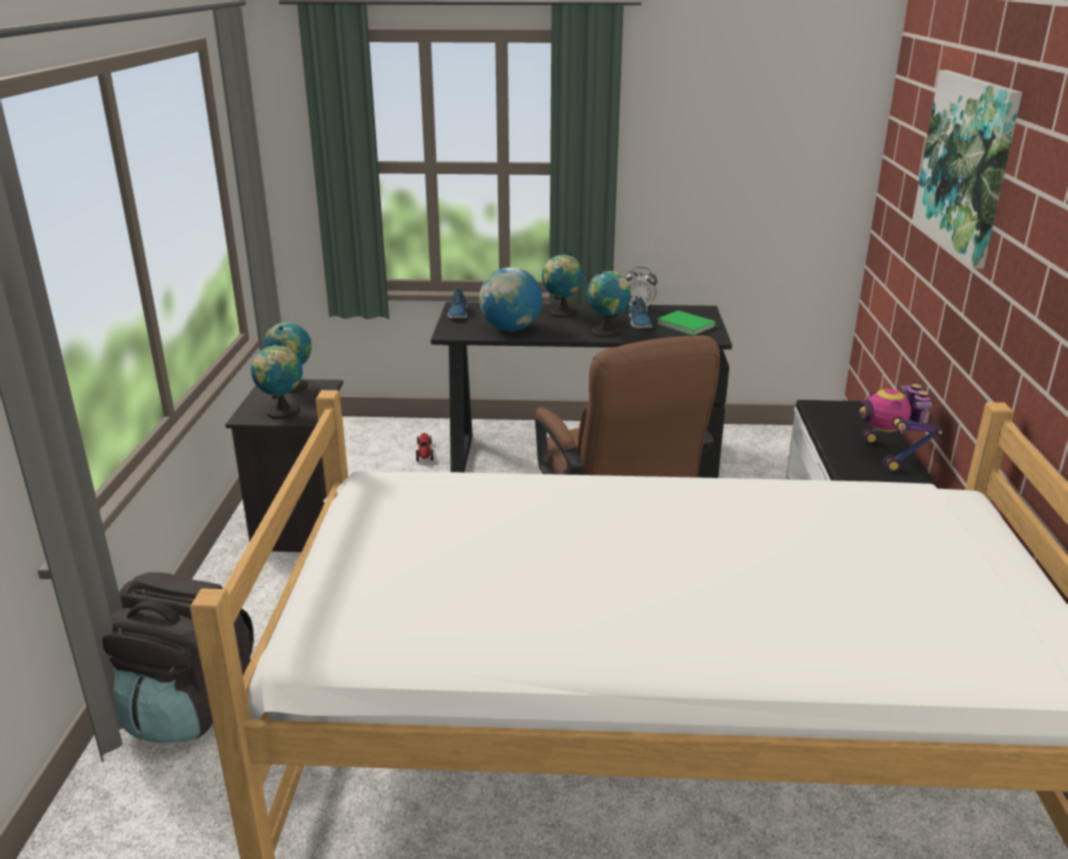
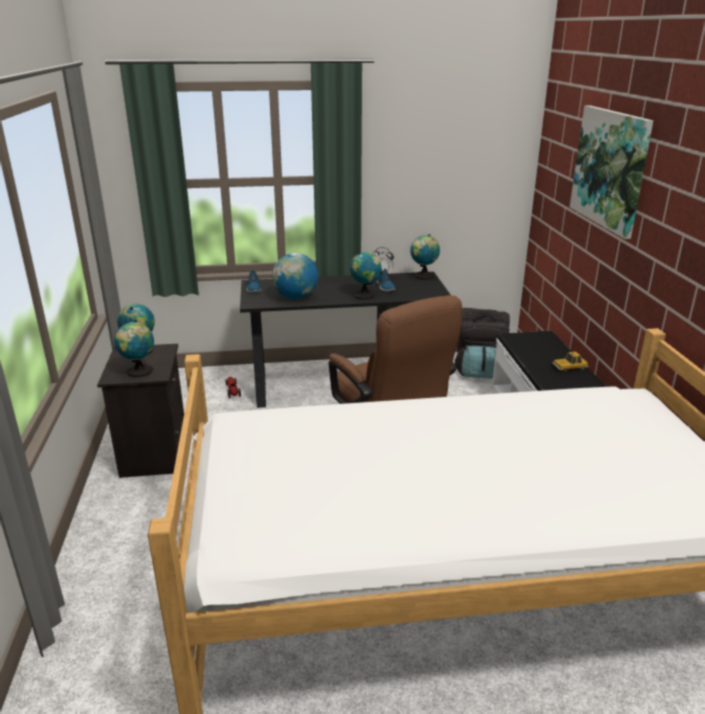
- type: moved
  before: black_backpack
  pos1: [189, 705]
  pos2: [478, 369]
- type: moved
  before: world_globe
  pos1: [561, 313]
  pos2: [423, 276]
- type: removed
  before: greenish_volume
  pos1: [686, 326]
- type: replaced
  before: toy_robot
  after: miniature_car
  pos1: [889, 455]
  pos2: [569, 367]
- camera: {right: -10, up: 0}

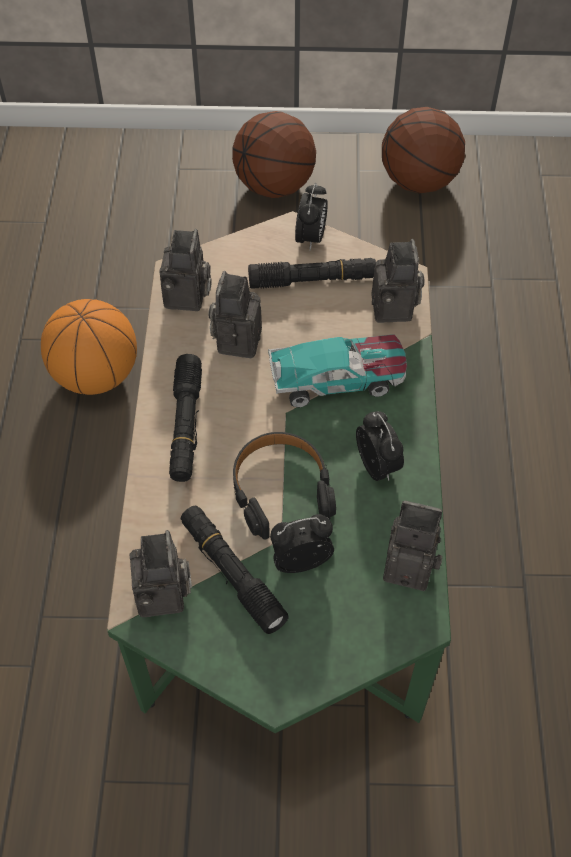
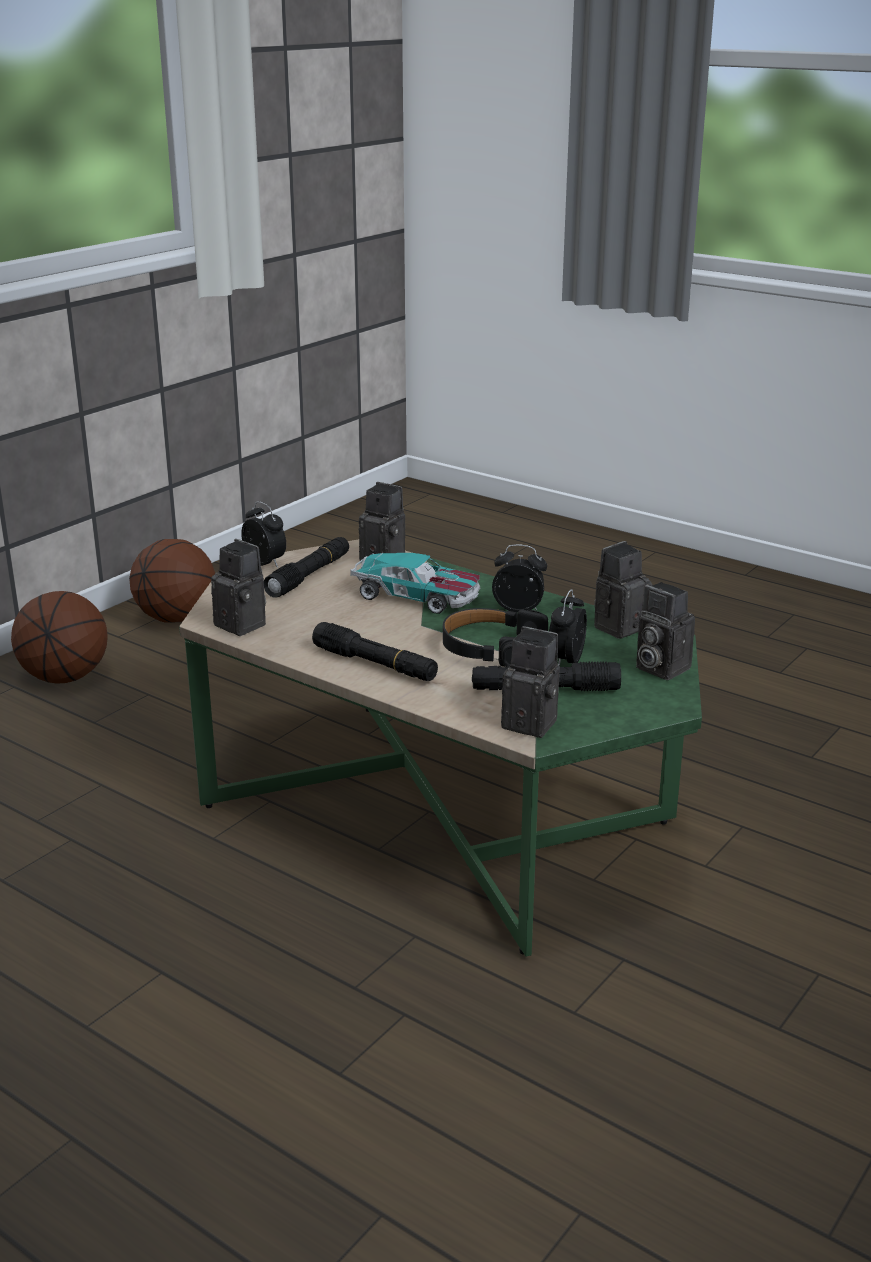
- type: removed
  before: basketball
  pos1: [96, 375]
- type: moved
  before: photo_camera
  pos1: [236, 339]
  pos2: [658, 668]
- type: turned
  before: miniature_car
  pos1: [338, 377]
  pos2: [417, 597]
  turn: 90
- camera: {right: -55, up: -30}

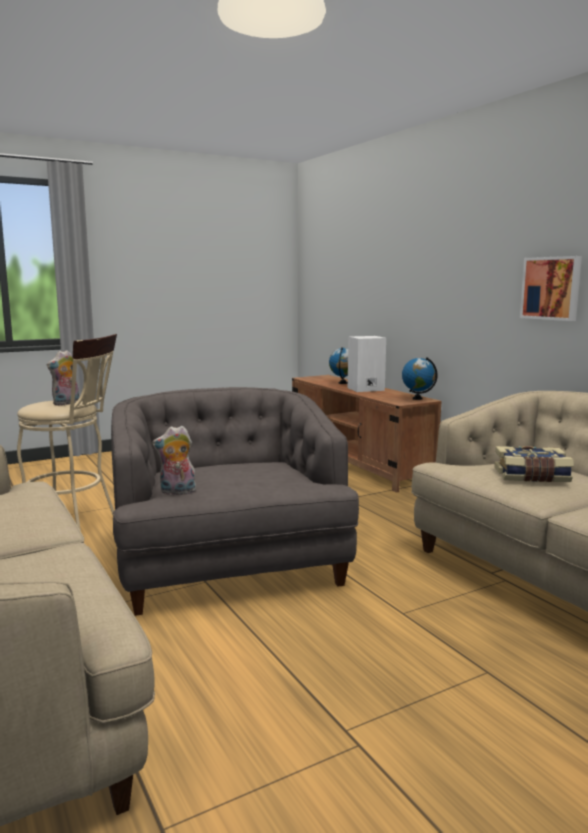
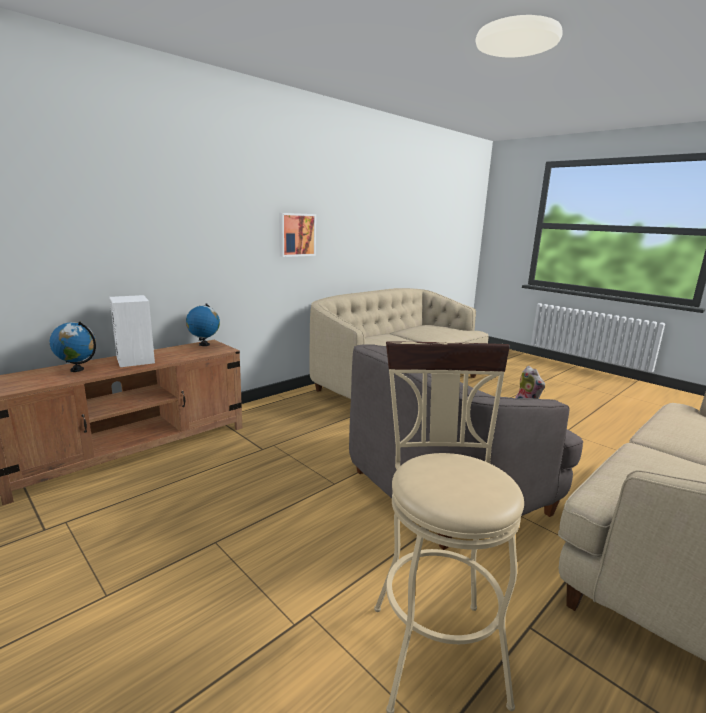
- type: removed
  before: plush_toy
  pos1: [66, 403]
- type: removed
  before: volume
  pos1: [532, 476]
- camera: {right: -105, up: 5}

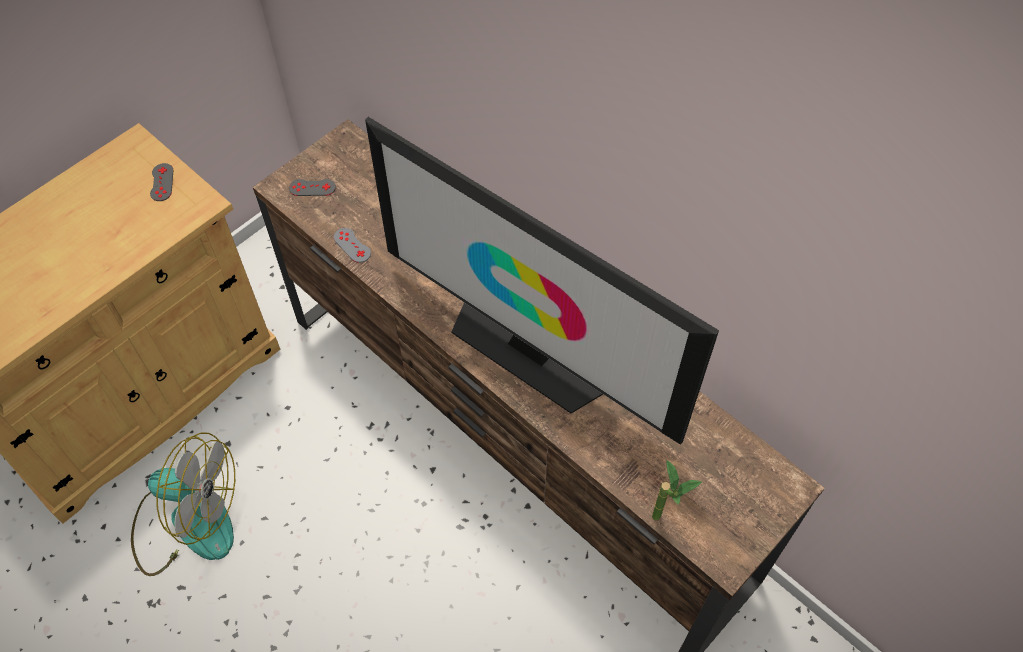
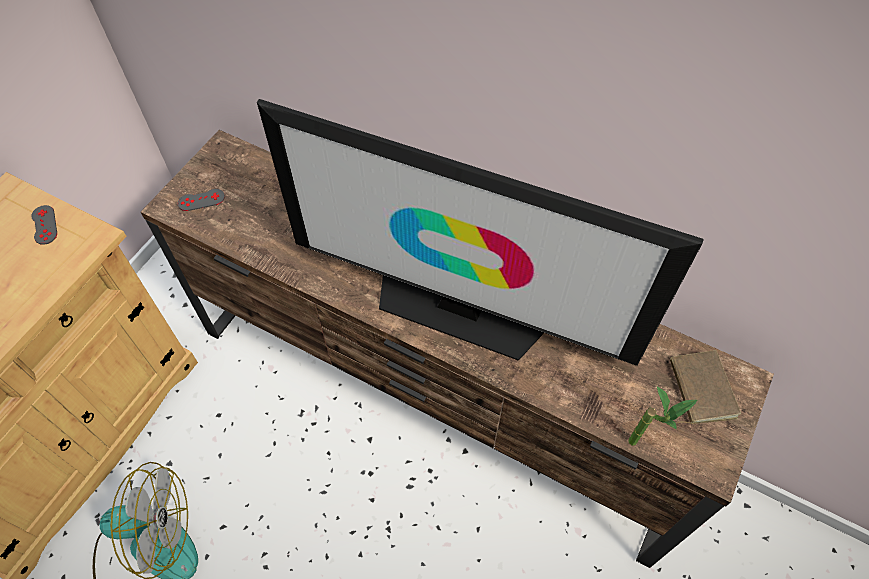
- type: removed
  before: grey_game_controller
  pos1: [352, 245]
- type: added
  after: brownish_volume
  pos2: [699, 389]
- camera: {right: -15, up: 0}

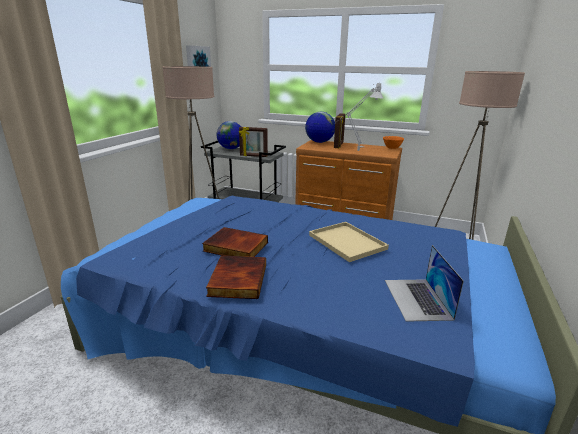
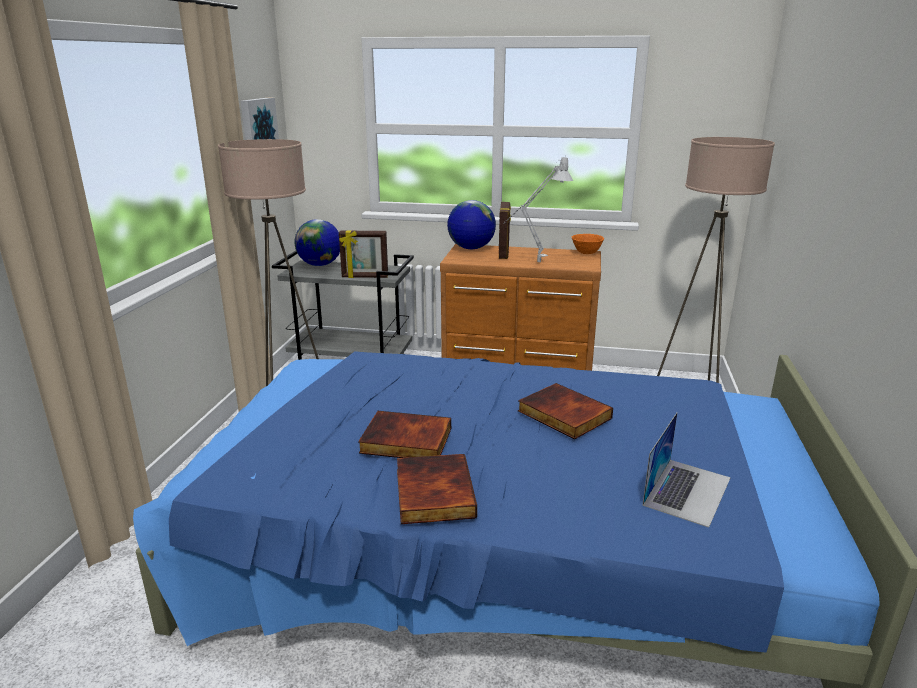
- type: replaced
  before: beige-coloured_tray
  after: volume
  pos1: [345, 241]
  pos2: [562, 415]
- type: turned
  before: portable_computer
  pos1: [417, 299]
  pos2: [687, 491]
  turn: -135
- camera: {right: -10, up: 0}

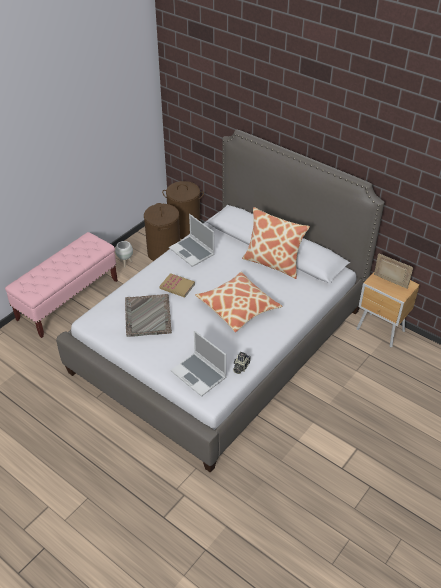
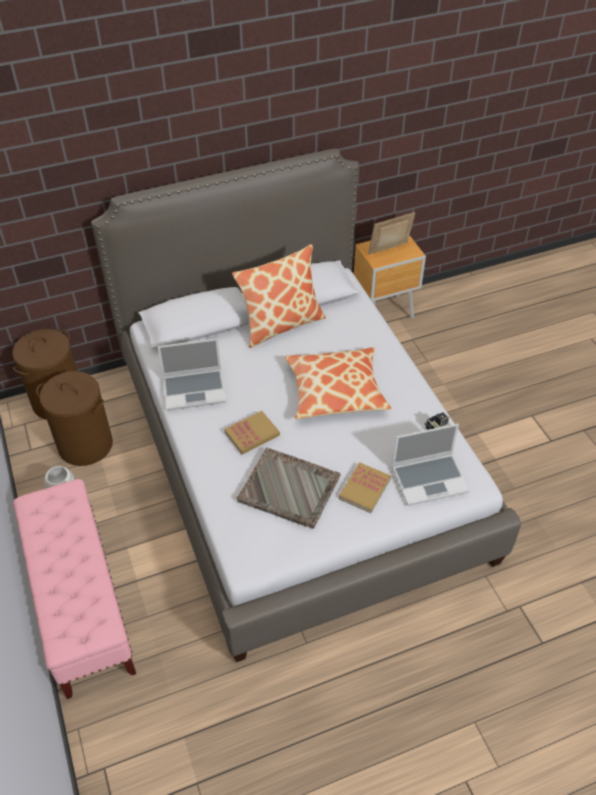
- type: added
  after: volume
  pos2: [364, 489]
- camera: {right: -60, up: 5}

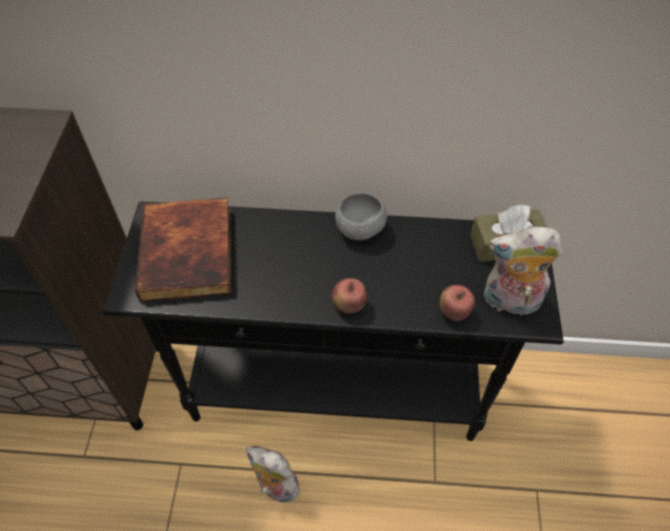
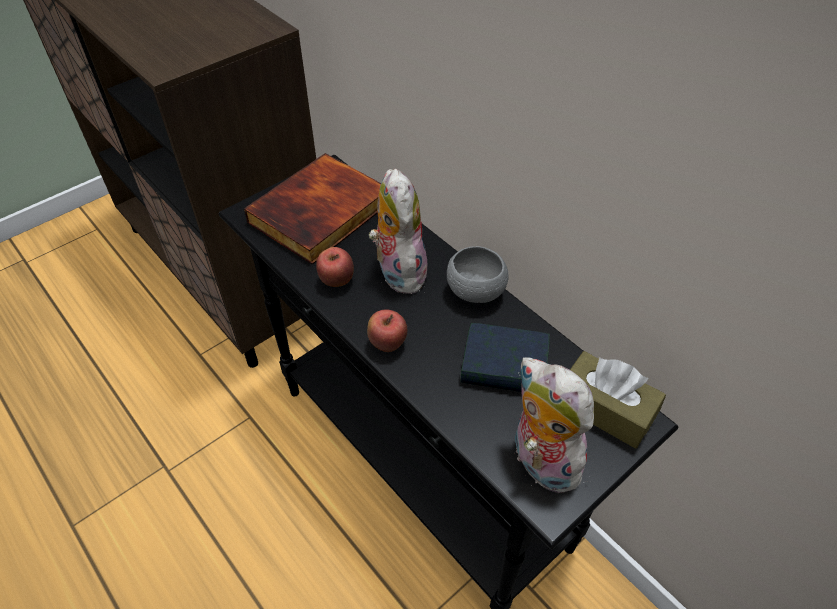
- type: moved
  before: plush_toy
  pos1: [275, 486]
  pos2: [398, 270]
- type: moved
  before: apple_fruit
  pos1: [453, 312]
  pos2: [337, 281]
- type: added
  after: volume
  pos2: [504, 365]
- camera: {right: 45, up: -5}

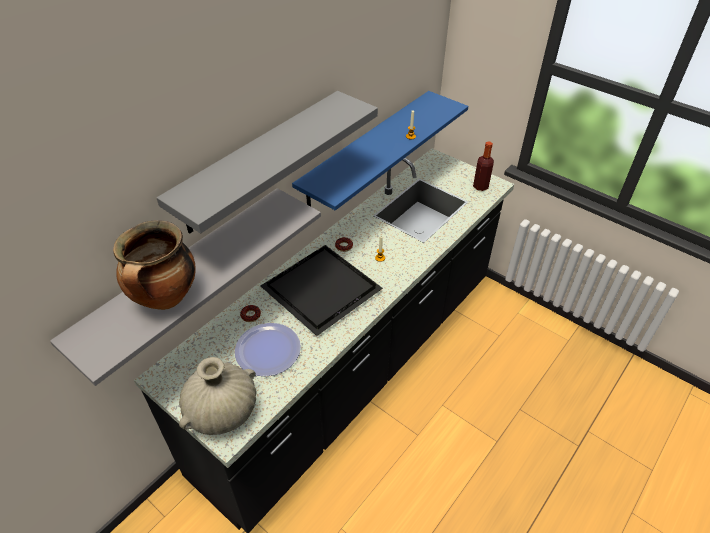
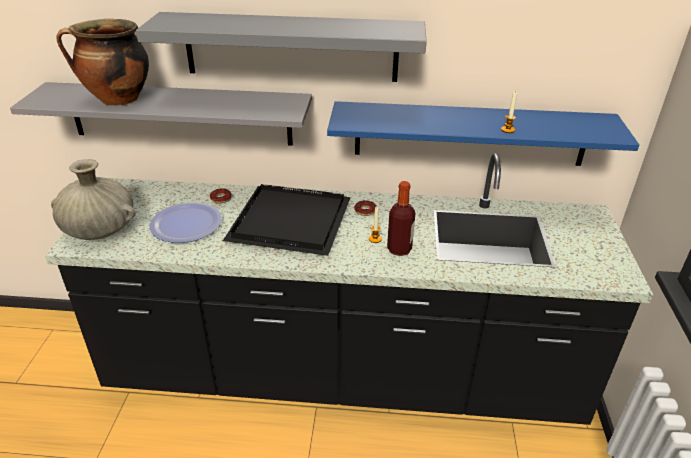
- type: moved
  before: drink_bottle
  pos1: [480, 186]
  pos2: [399, 249]
- camera: {right: 55, up: -10}

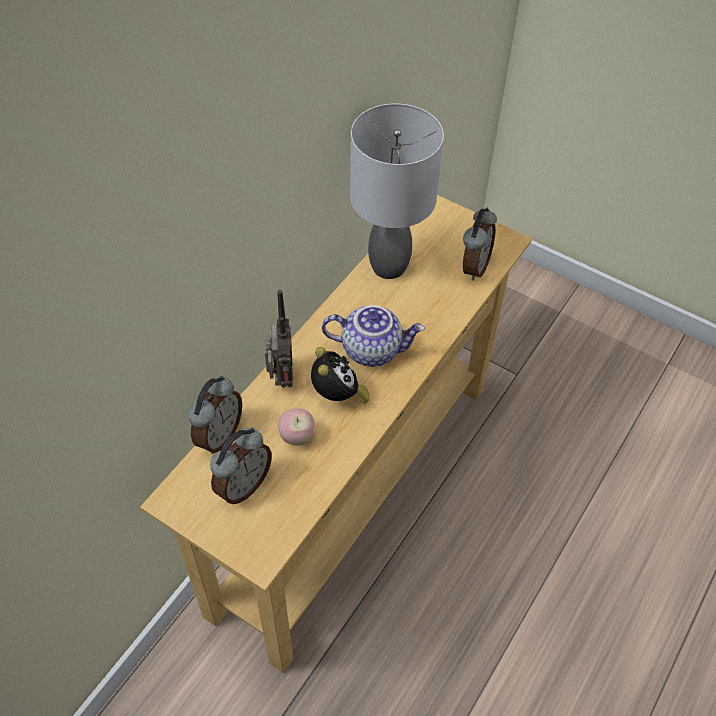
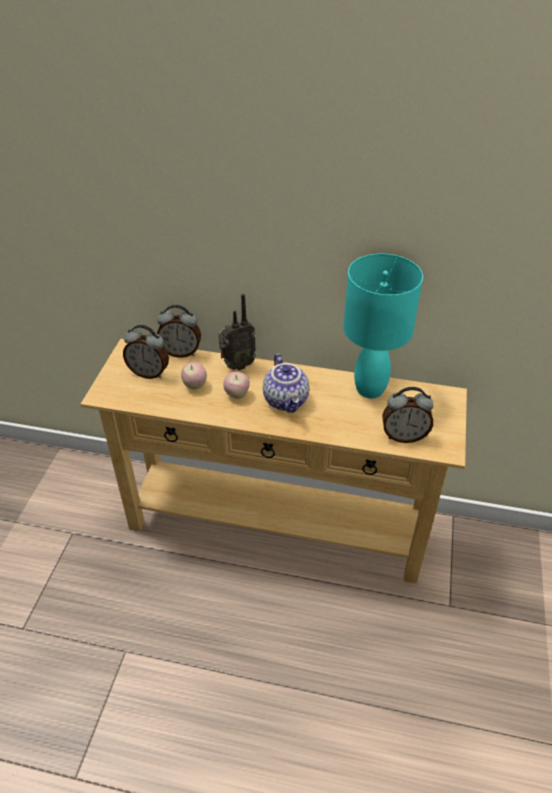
- type: replaced
  before: alarm_clock
  after: apple_fruit
  pos1: [338, 396]
  pos2: [237, 395]
- type: recoloured
  before: grey_table_lamp
  after: turquoise-coloured_table_lamp
  pos1: [390, 266]
  pos2: [370, 389]
- camera: {right: 70, up: -10}

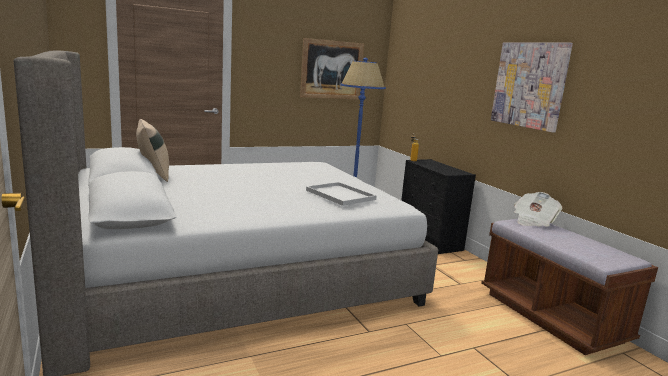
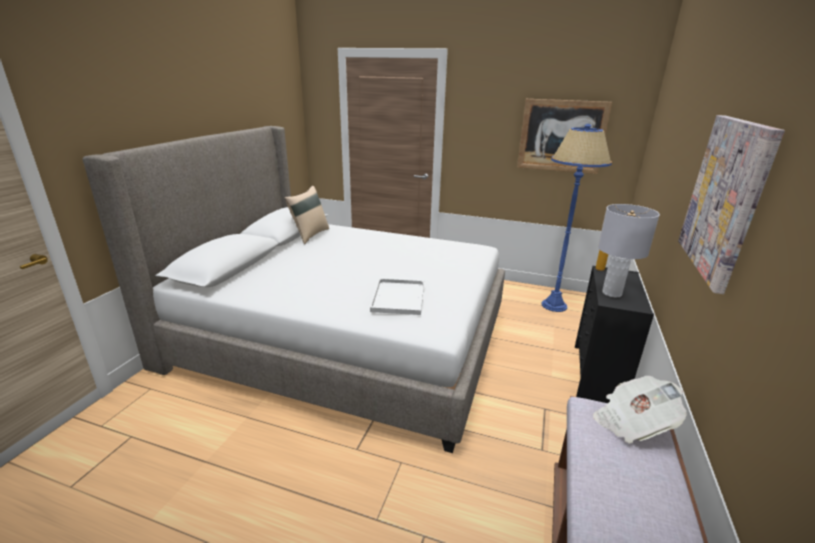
- type: added
  after: grey_table_lamp
  pos2: [611, 293]
- camera: {right: 45, up: 10}

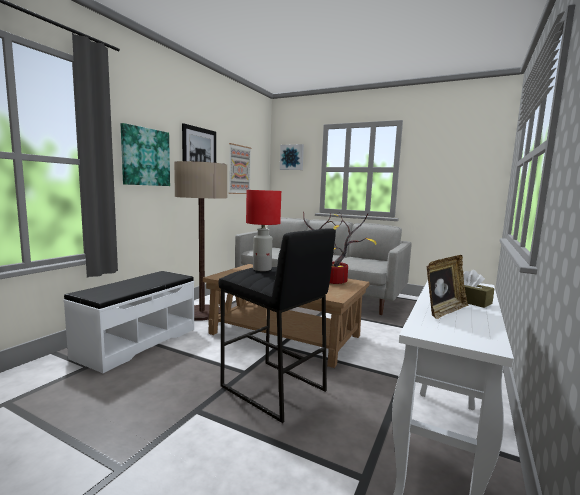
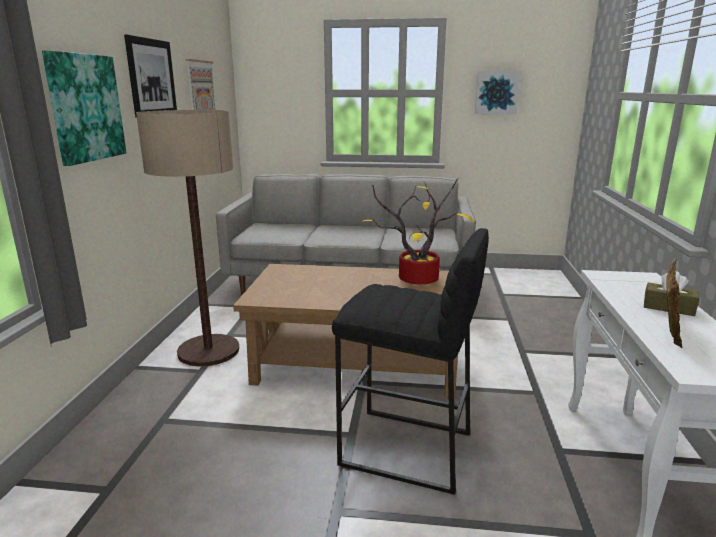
- type: removed
  before: white_long_seat
  pos1: [137, 342]
- type: removed
  before: reddish_table_lamp
  pos1: [262, 269]
- type: moved
  before: wall_picture
  pos1: [292, 157]
  pos2: [496, 92]
- camera: {right: -20, up: 10}

